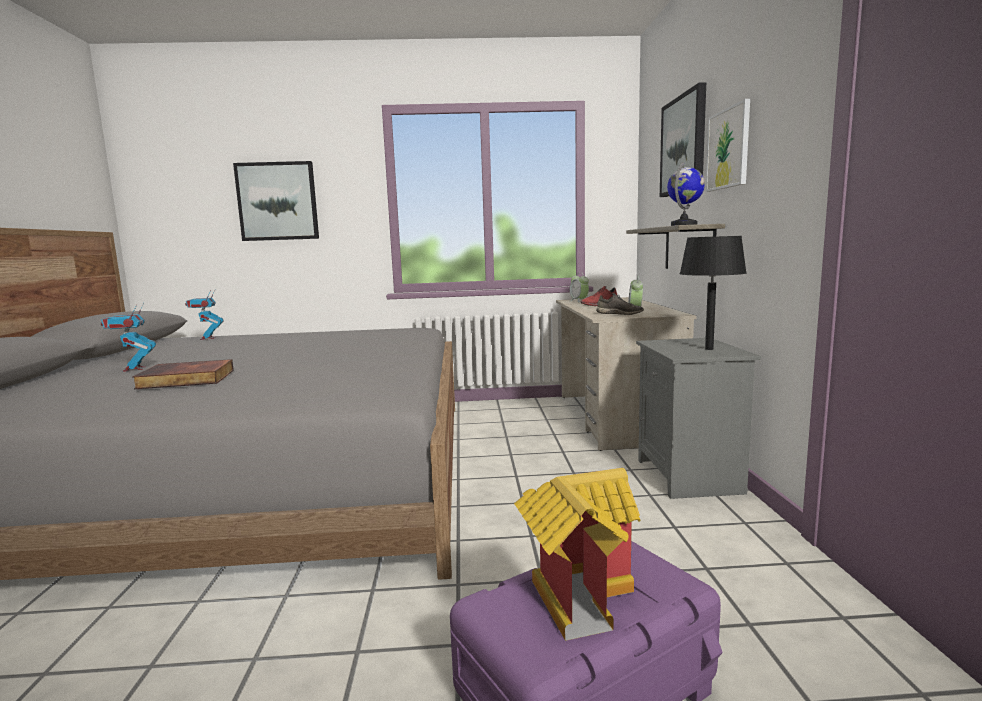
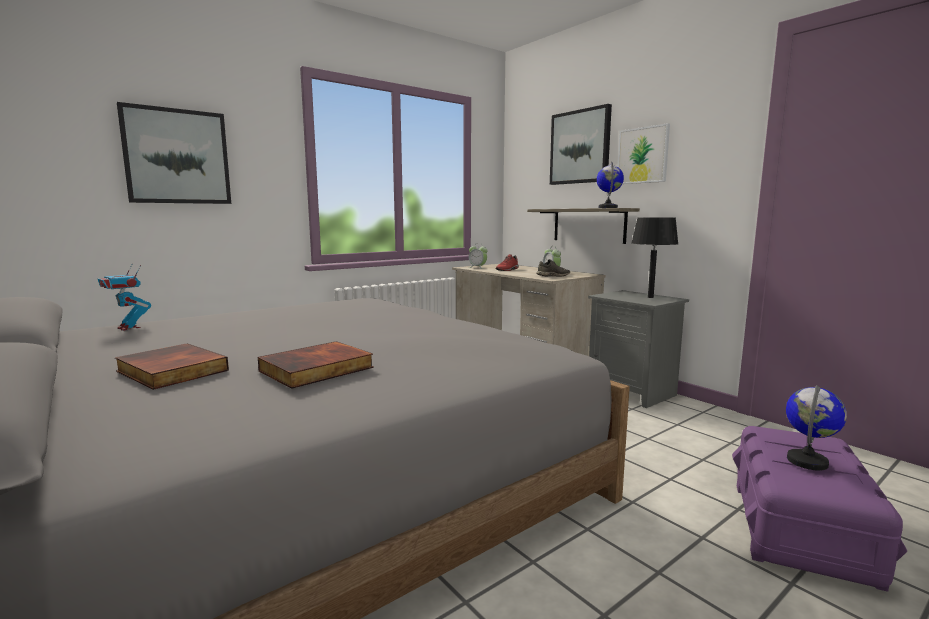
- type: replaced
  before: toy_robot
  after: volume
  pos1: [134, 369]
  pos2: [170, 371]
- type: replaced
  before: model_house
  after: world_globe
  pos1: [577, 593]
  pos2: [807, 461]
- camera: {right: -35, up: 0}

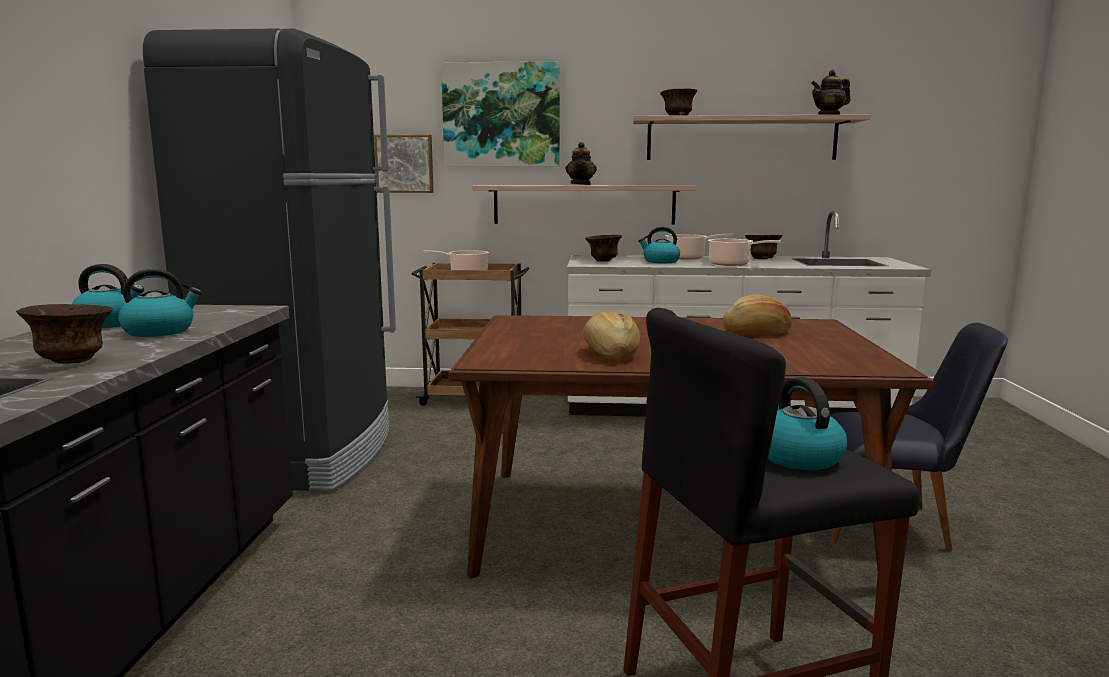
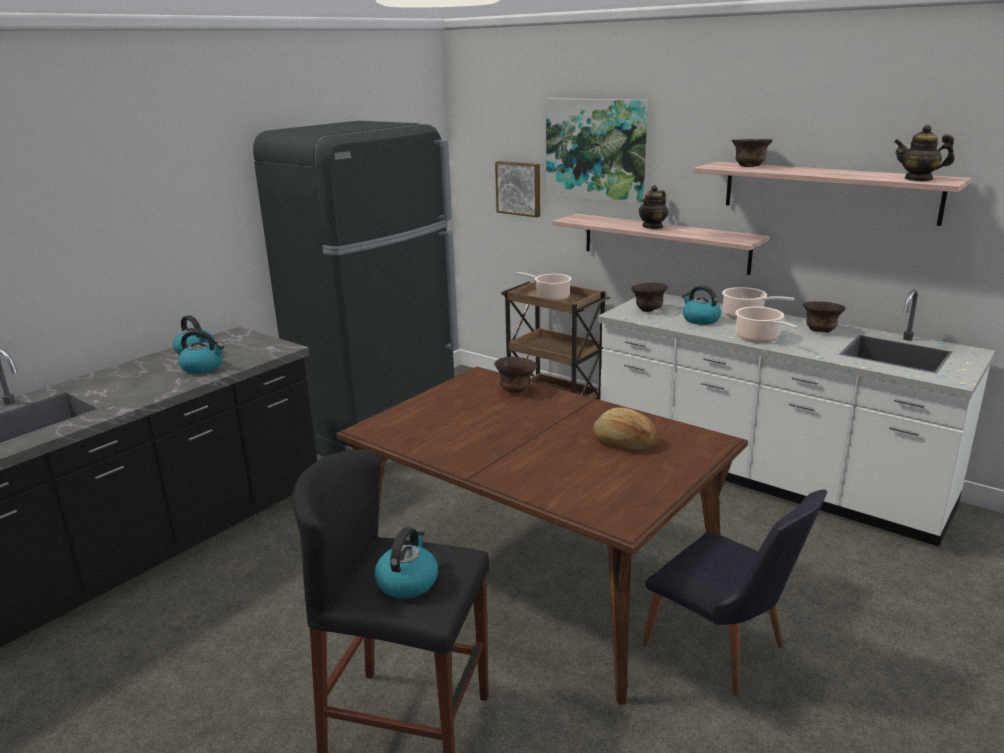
- type: moved
  before: brownish_deep_dish
  pos1: [72, 361]
  pos2: [516, 390]
- type: removed
  before: bakery_bread
  pos1: [609, 354]
- camera: {right: 35, up: 10}

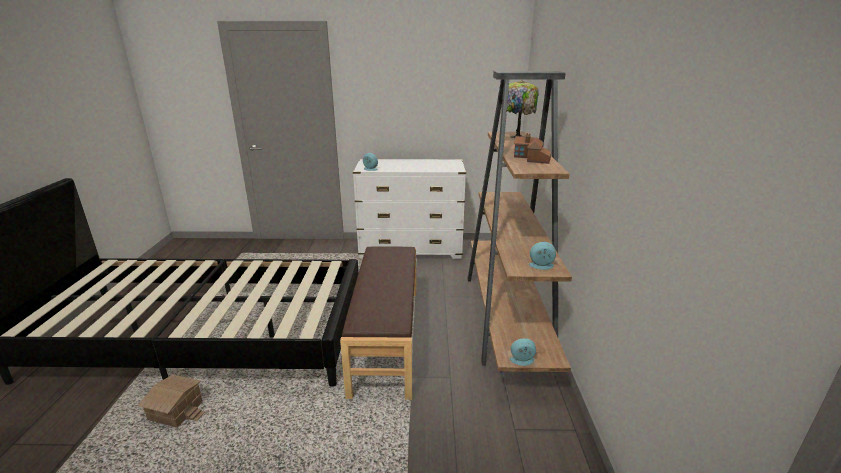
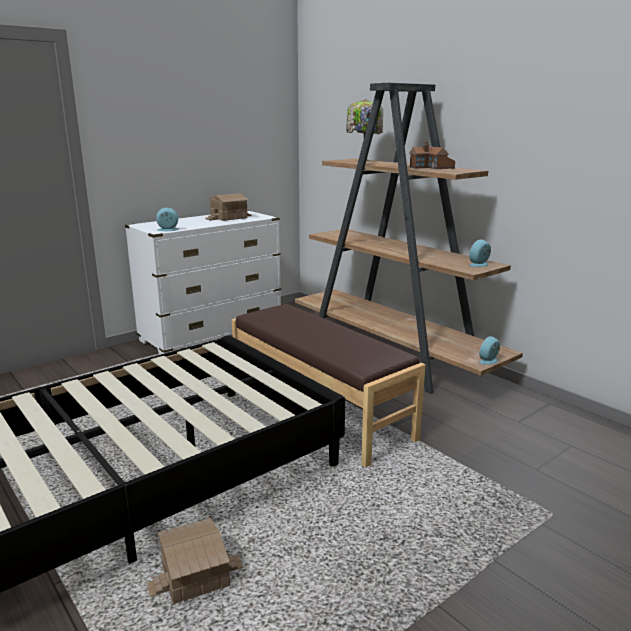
- type: added
  after: model_house
  pos2: [228, 217]
- camera: {right: -40, up: -5}

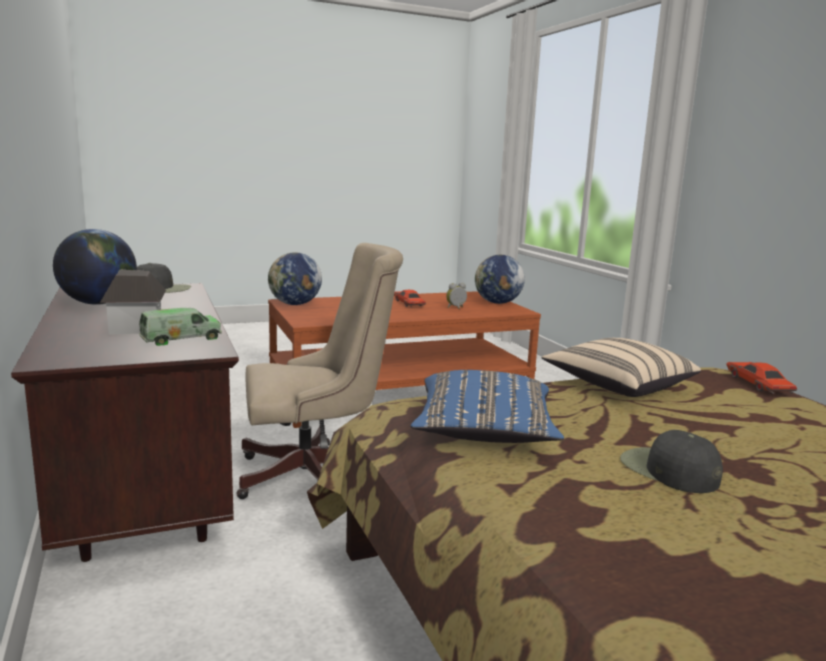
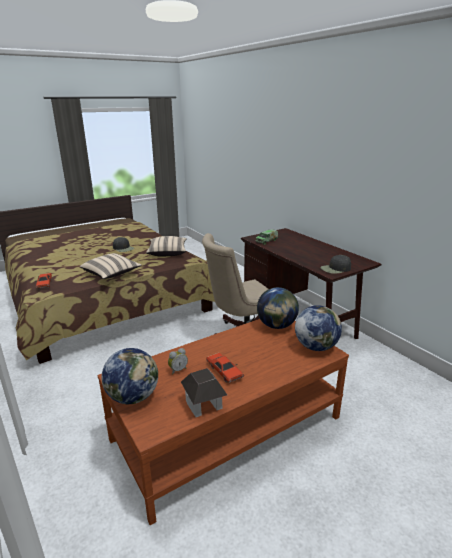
- type: moved
  before: world_globe
  pos1: [99, 303]
  pos2: [276, 326]
- type: moved
  before: model_house
  pos1: [136, 328]
  pos2: [204, 404]
- type: recoloured
  before: bluish_throw_pillow
  after: beige-coloured_throw_pillow
  pos1: [484, 433]
  pos2: [167, 253]
- camera: {right: 170, up: 10}

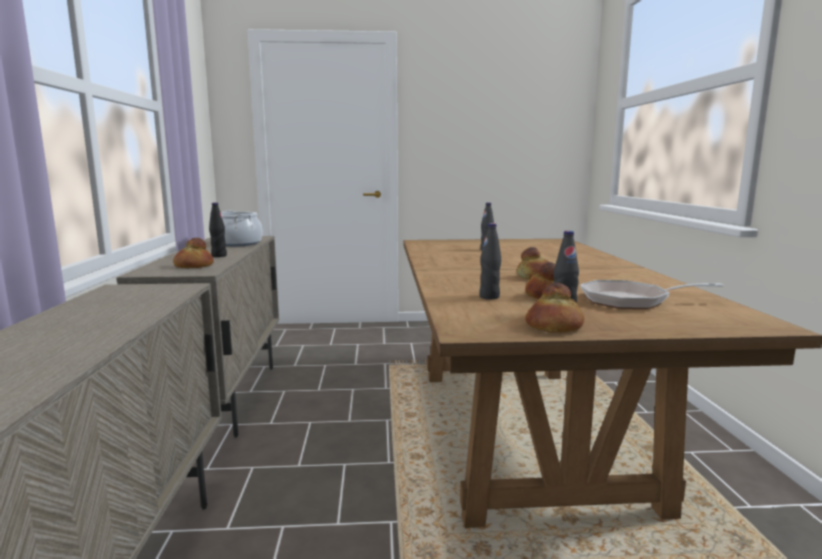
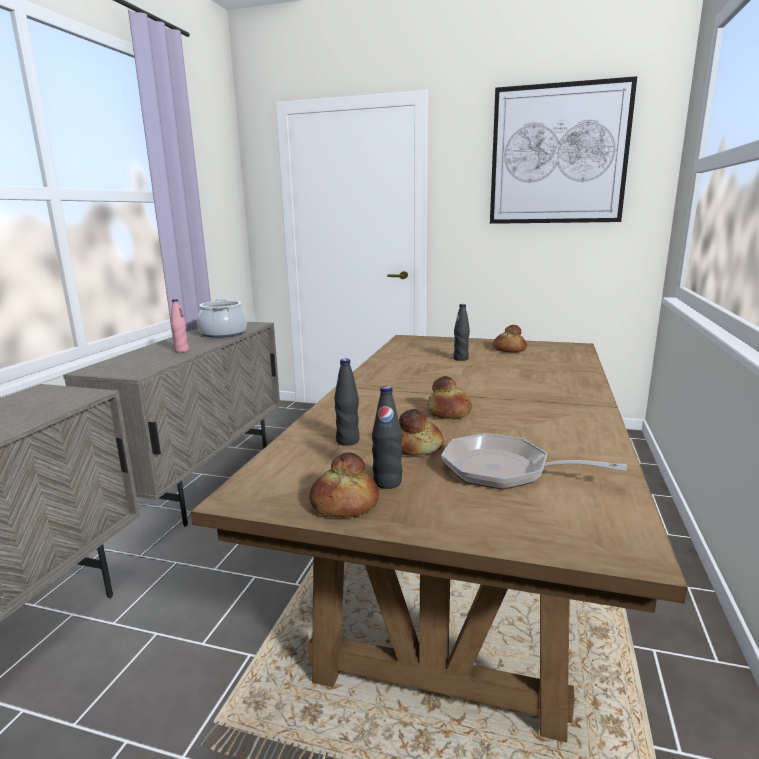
- type: moved
  before: bakery_bread
  pos1: [193, 266]
  pos2: [508, 349]
- type: recoloured
  before: black_drink_bottle
  after: pinkish_drink_bottle
  pos1: [219, 256]
  pos2: [181, 351]
- type: added
  after: wall_picture
  pos2: [558, 155]
- camera: {right: 20, up: 5}

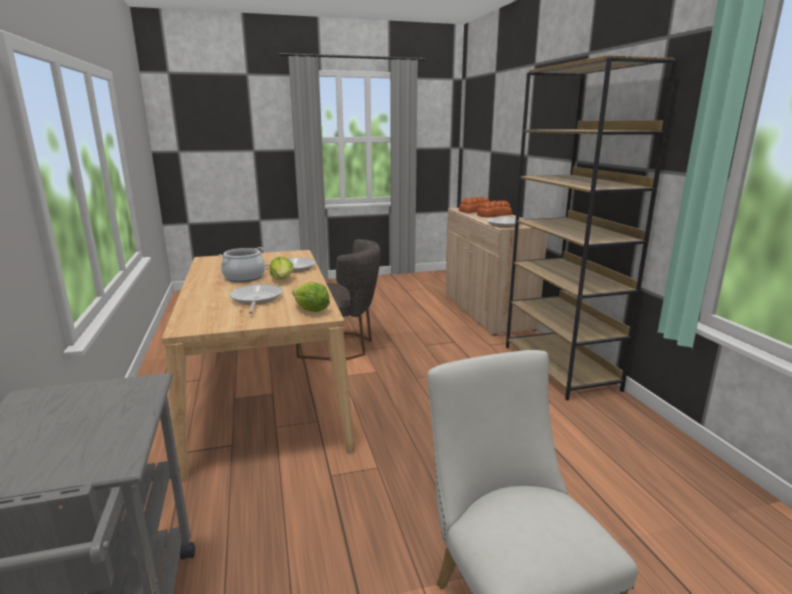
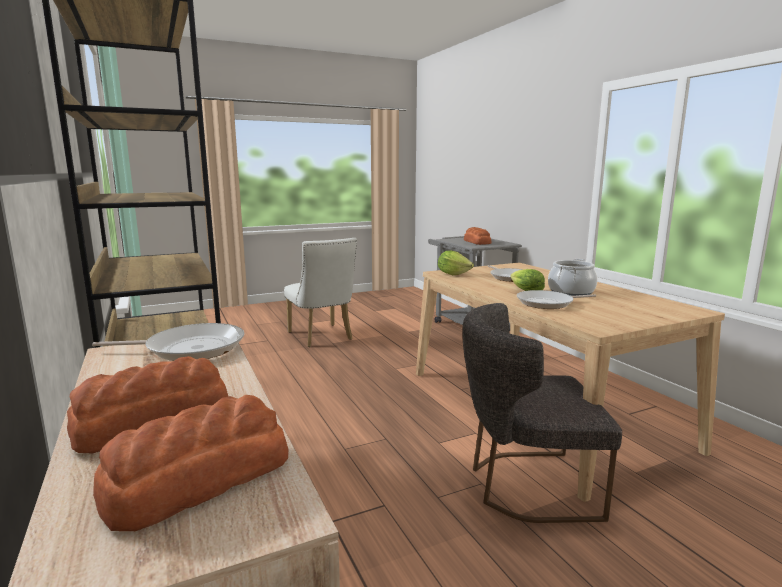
- type: added
  after: bakery_bread
  pos2: [477, 242]
- camera: {right: 170, up: -5}

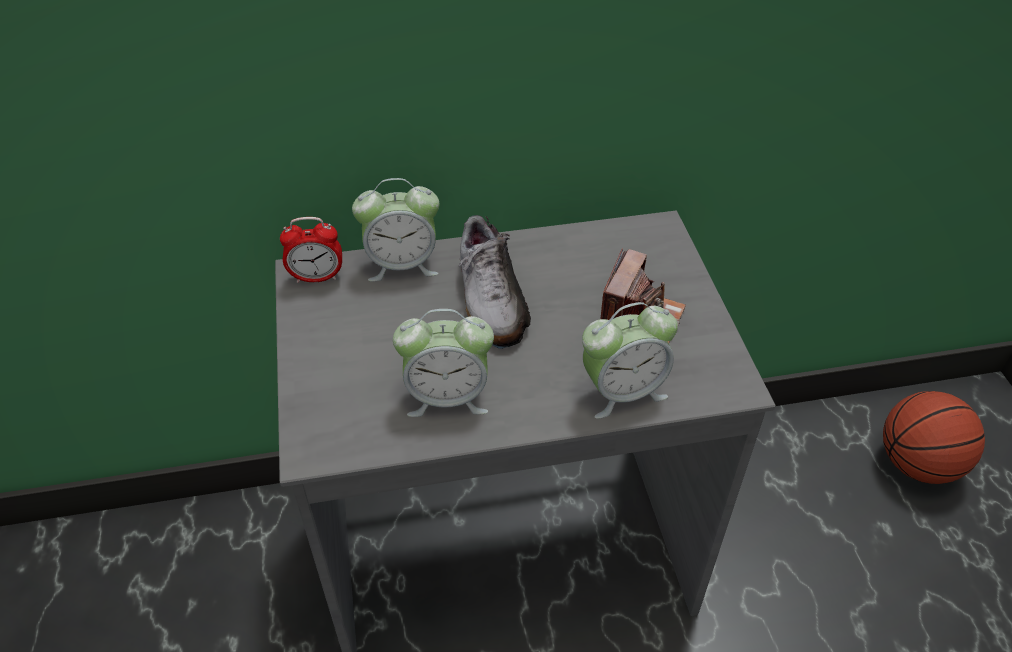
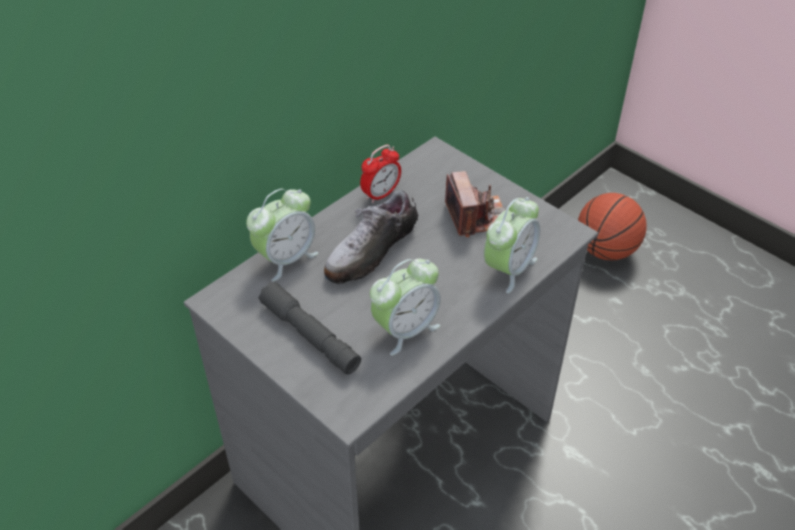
- type: moved
  before: alarm_clock
  pos1: [317, 277]
  pos2: [381, 194]
- type: turned
  before: item_of_footwear
  pos1: [491, 298]
  pos2: [370, 251]
  turn: 90
- type: added
  after: grey_torch
  pos2: [310, 335]
- camera: {right: -35, up: 0}

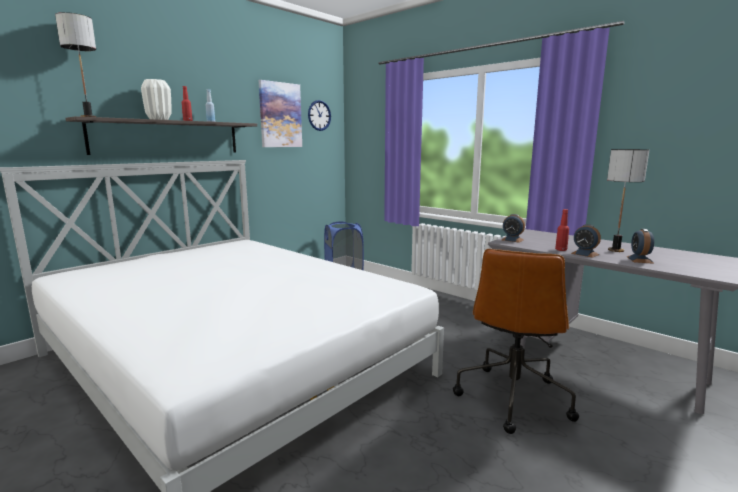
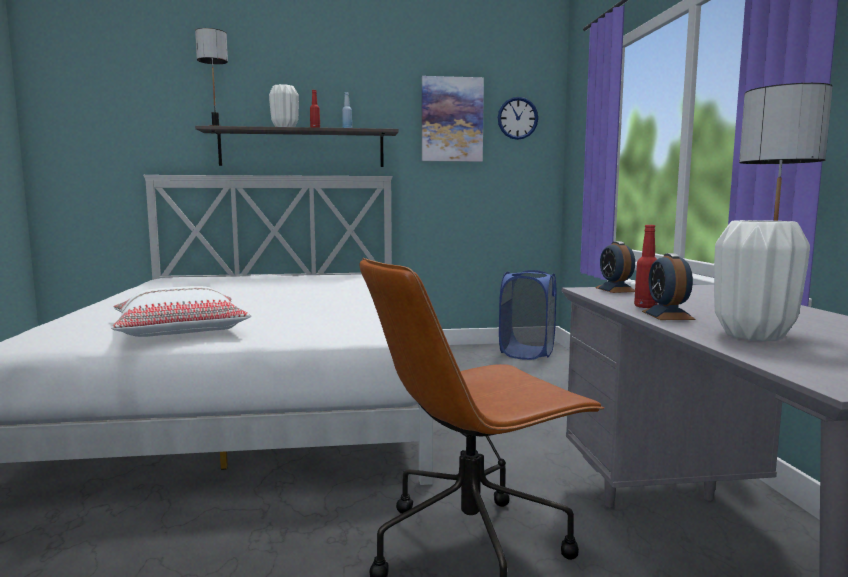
- type: replaced
  before: alarm_clock
  after: white_flower_vase
  pos1: [639, 260]
  pos2: [754, 336]
- type: added
  after: white_throw_pillow
  pos2: [180, 330]
- camera: {right: 40, up: -5}

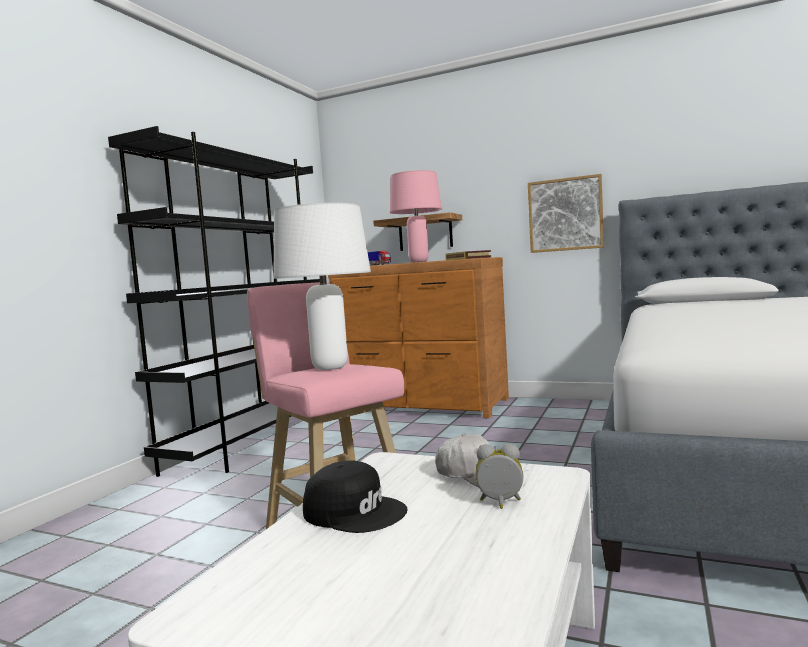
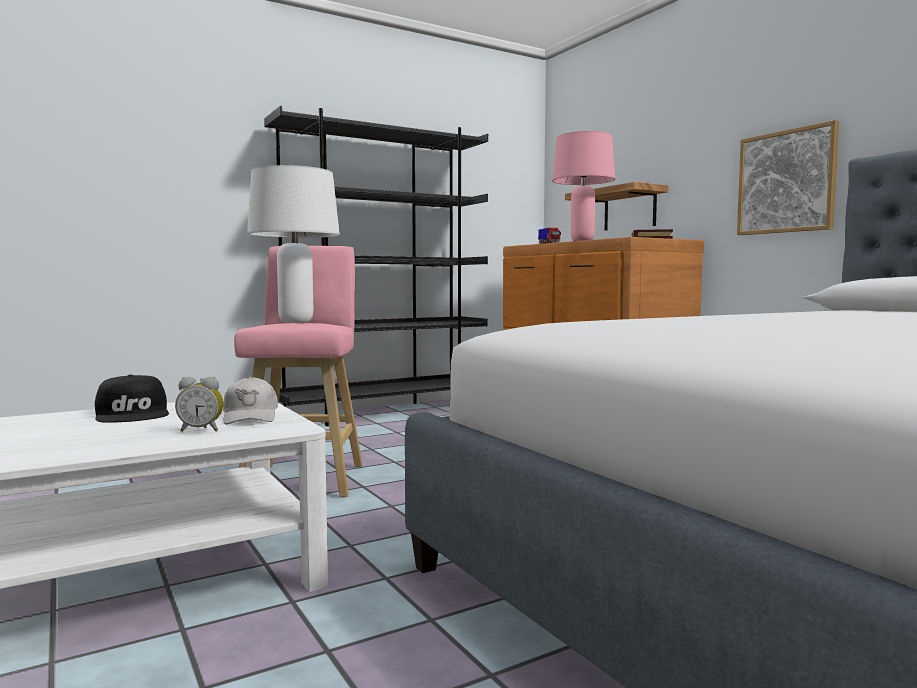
- type: turned
  before: alarm_clock
  pos1: [500, 503]
  pos2: [201, 430]
  turn: 135
- camera: {right: 35, up: 0}

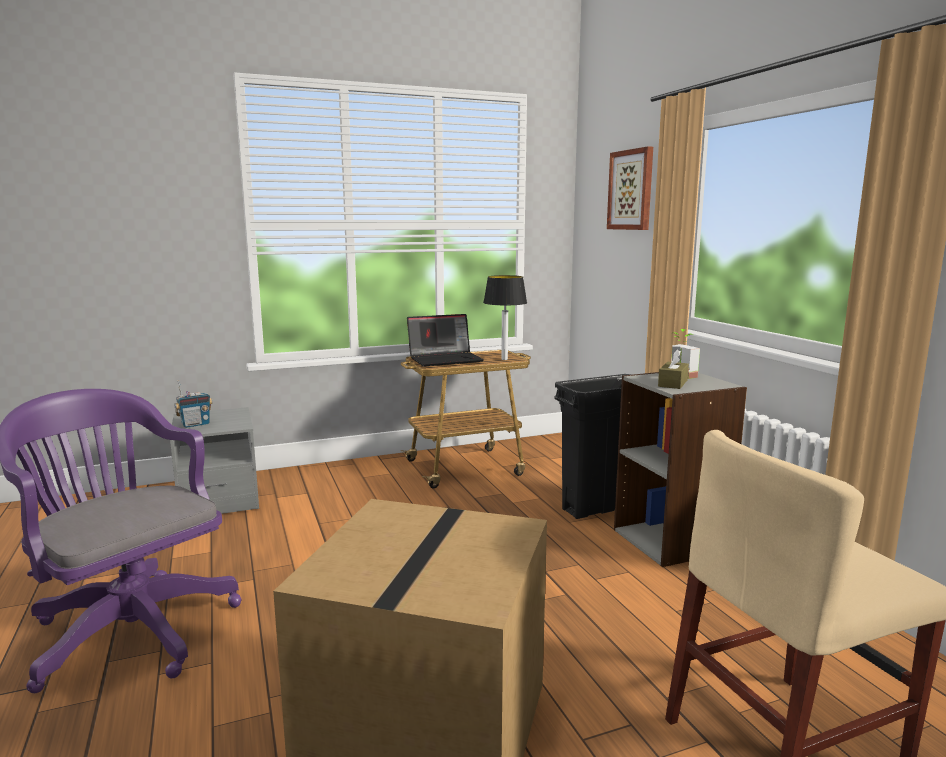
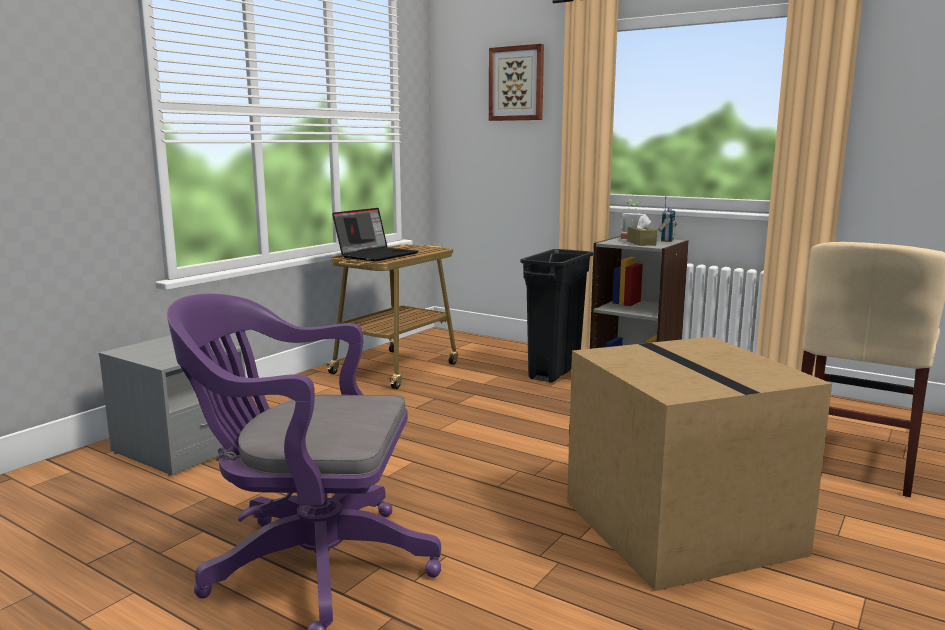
- type: moved
  before: radio_receiver
  pos1: [195, 424]
  pos2: [666, 240]
- type: removed
  before: table_lamp
  pos1: [505, 359]
- camera: {right: -35, up: 0}

